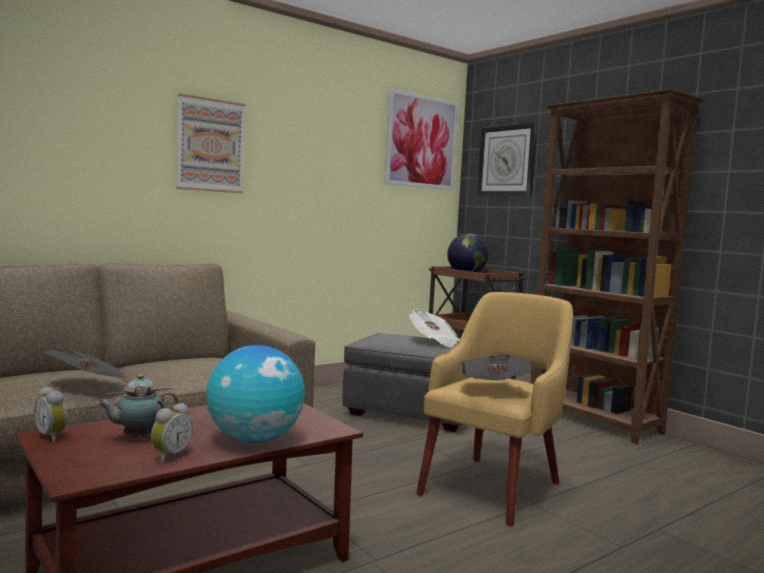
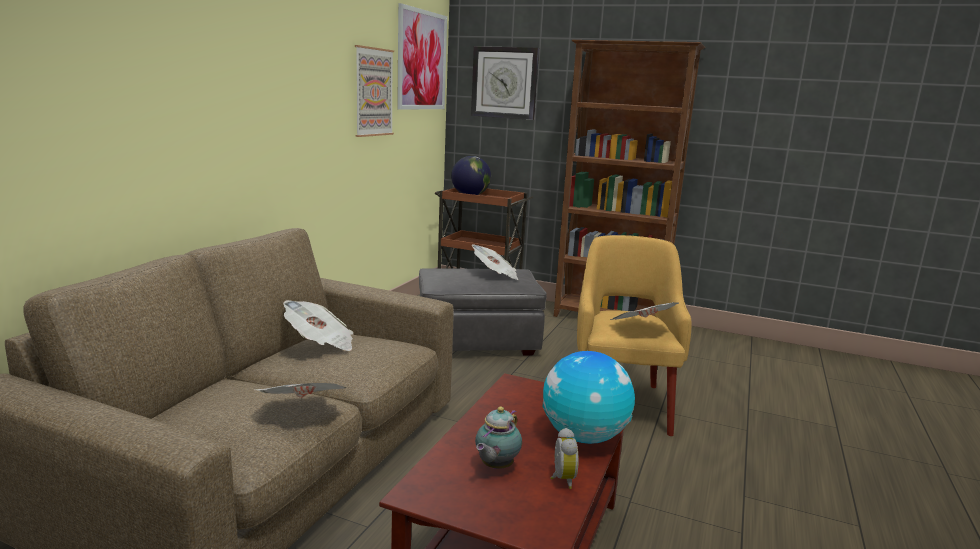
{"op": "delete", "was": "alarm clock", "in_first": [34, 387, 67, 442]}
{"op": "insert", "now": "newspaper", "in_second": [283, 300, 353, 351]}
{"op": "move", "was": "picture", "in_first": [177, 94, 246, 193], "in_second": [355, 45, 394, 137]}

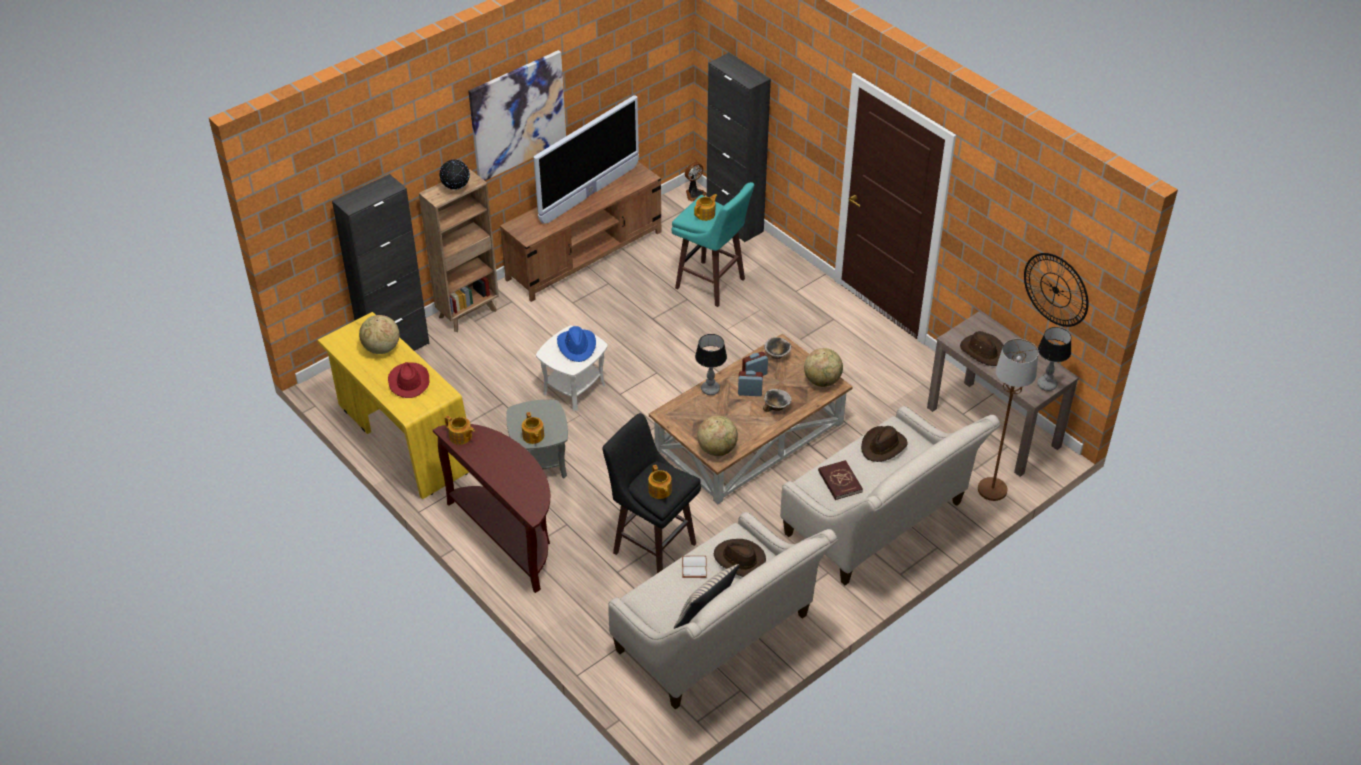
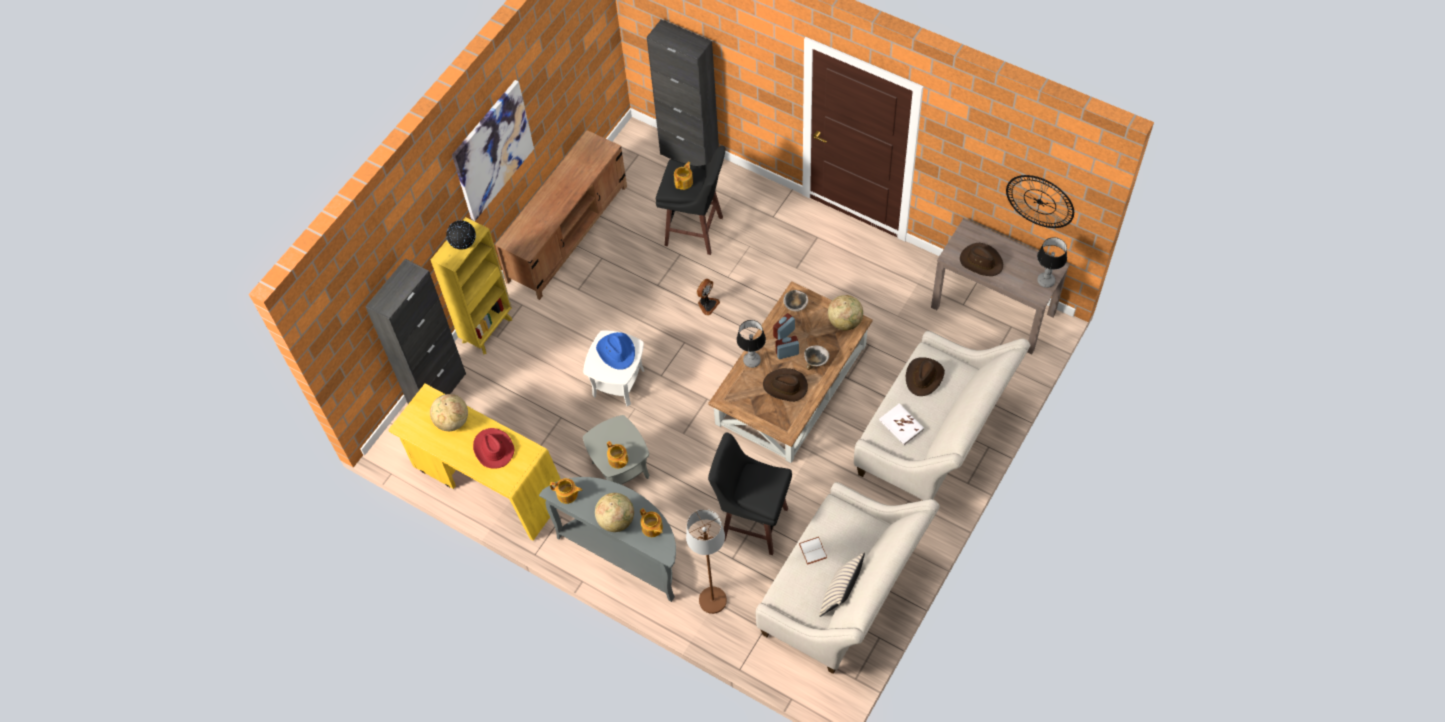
{"op": "delete", "was": "television", "in_first": [534, 95, 639, 224]}
{"op": "move", "was": "teapot", "in_first": [648, 465, 672, 499], "in_second": [640, 508, 663, 537]}
{"op": "move", "was": "fan", "in_first": [685, 162, 707, 202], "in_second": [697, 279, 720, 315]}
{"op": "move", "was": "globe", "in_first": [697, 416, 738, 456], "in_second": [595, 493, 634, 532]}
{"op": "move", "was": "brown hat", "in_first": [714, 539, 766, 577], "in_second": [763, 368, 808, 402]}
{"op": "move", "was": "brown floor lamp", "in_first": [978, 339, 1039, 501], "in_second": [686, 509, 727, 614]}
{"op": "recolor", "was": "brown bookcase", "now": "yellow bookcase", "in_first": [419, 169, 499, 332], "in_second": [431, 217, 512, 354]}
{"op": "recolor", "was": "brown console table", "now": "grey console table", "in_first": [433, 424, 550, 593], "in_second": [539, 477, 676, 602]}
{"op": "recolor", "was": "turquoise stool", "now": "black stool", "in_first": [671, 182, 754, 307], "in_second": [656, 146, 726, 255]}
{"op": "recolor", "was": "red book", "now": "white book", "in_first": [818, 460, 863, 500], "in_second": [879, 403, 924, 445]}

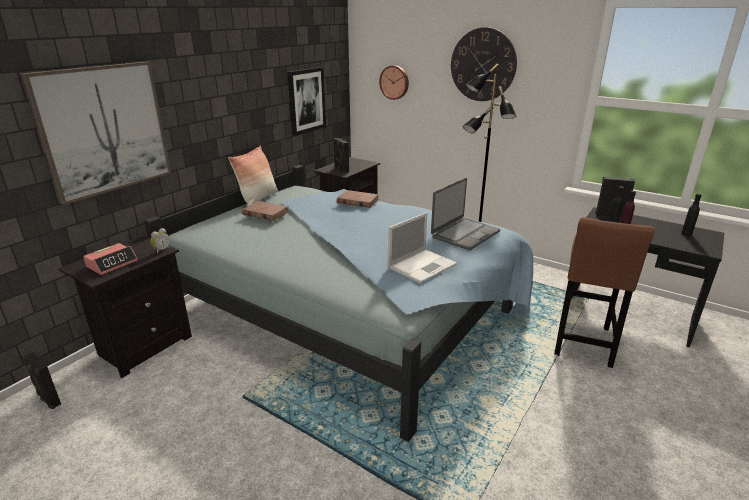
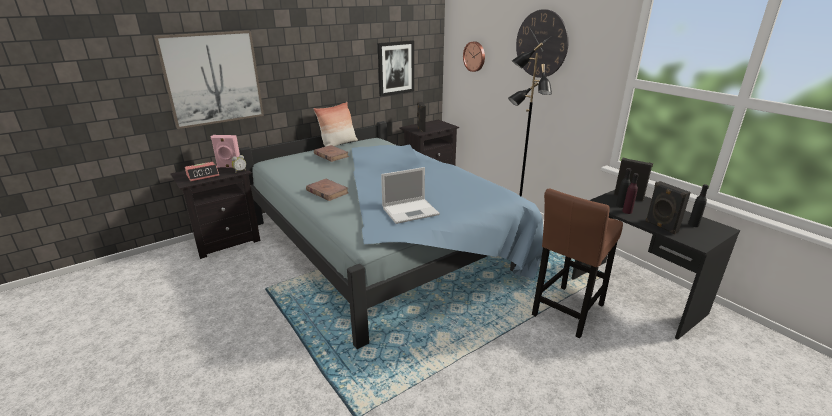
{"op": "delete", "was": "laptop", "in_first": [431, 178, 500, 250]}
{"op": "insert", "now": "pink speaker", "in_second": [210, 135, 240, 168]}
{"op": "move", "was": "black speaker", "in_first": [23, 352, 61, 409], "in_second": [646, 181, 691, 234]}
{"op": "move", "was": "brown book", "in_first": [337, 190, 379, 208], "in_second": [306, 179, 348, 201]}

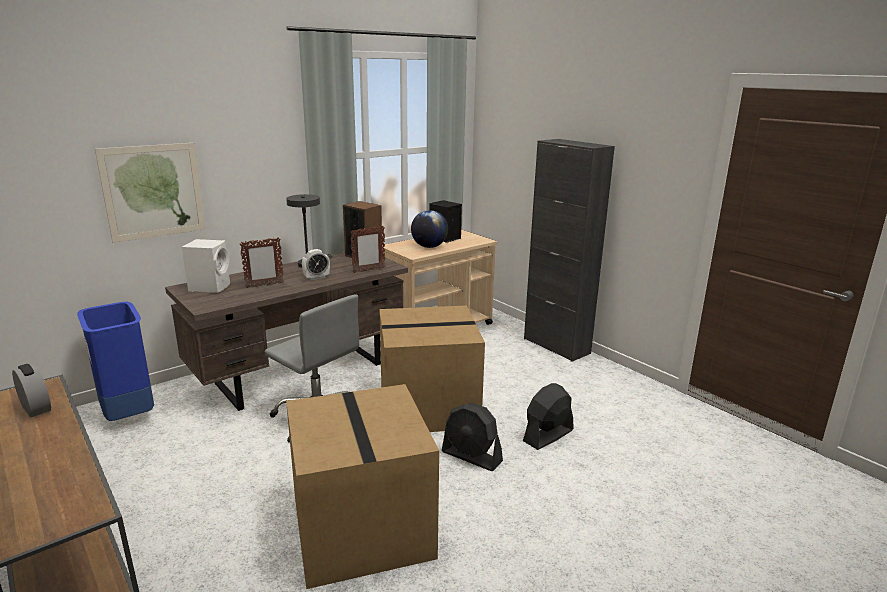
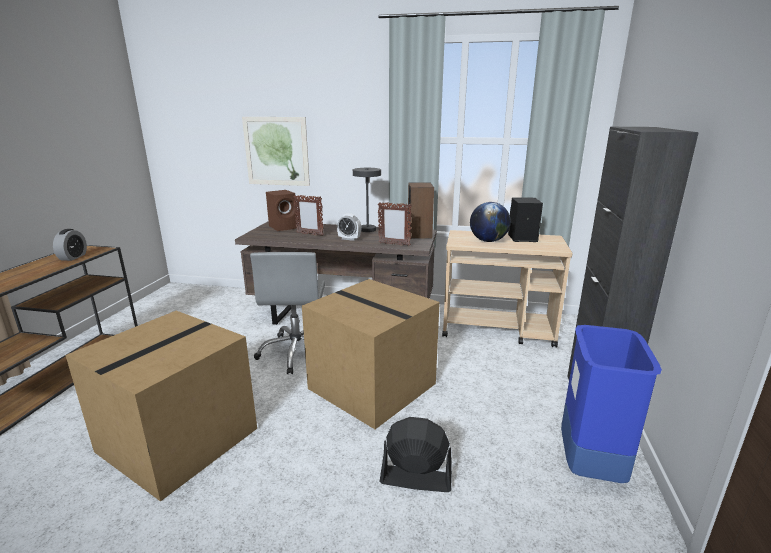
{"op": "delete", "was": "black fan", "in_first": [442, 403, 503, 471]}
{"op": "move", "was": "blue trash can", "in_first": [77, 302, 154, 421], "in_second": [561, 325, 662, 483]}
{"op": "recolor", "was": "white speaker", "now": "brown speaker", "in_first": [182, 239, 230, 293], "in_second": [266, 190, 298, 231]}

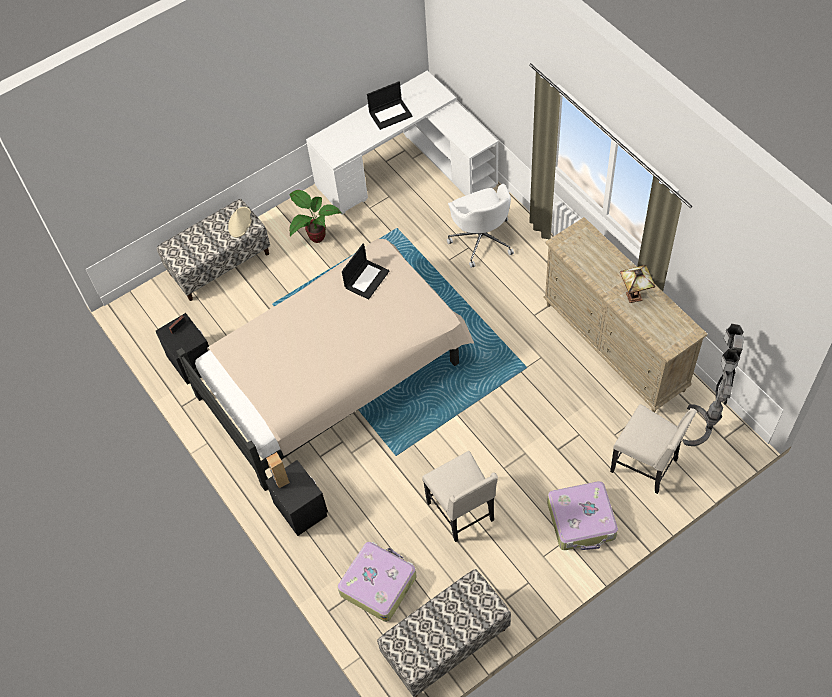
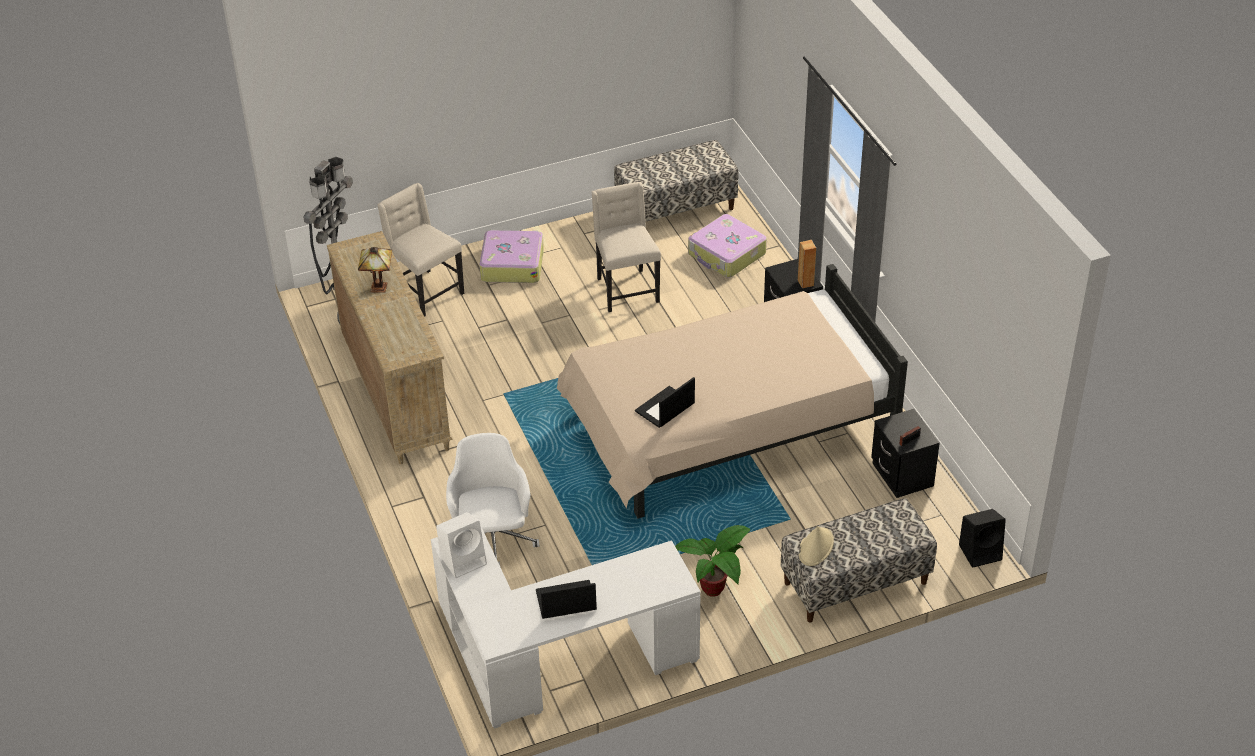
{"op": "insert", "now": "white speaker", "in_second": [436, 512, 487, 578]}
{"op": "insert", "now": "black speaker", "in_second": [959, 509, 1006, 568]}

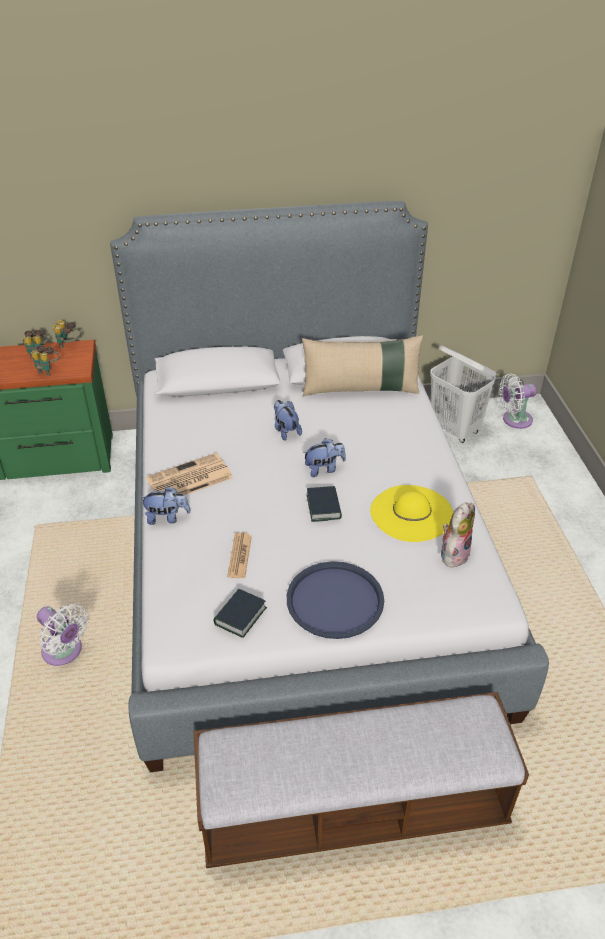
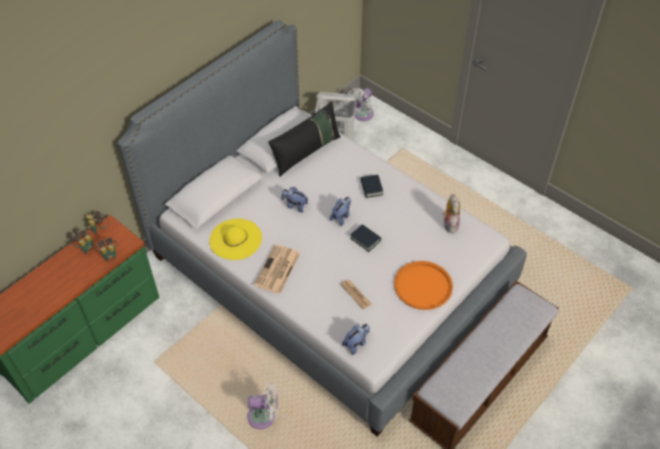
{"op": "move", "was": "plush toy", "in_first": [139, 486, 191, 525], "in_second": [342, 324, 370, 355]}
{"op": "move", "was": "book", "in_first": [214, 589, 267, 638], "in_second": [361, 175, 383, 198]}
{"op": "move", "was": "yellow hat", "in_first": [370, 485, 453, 542], "in_second": [209, 219, 262, 260]}
{"op": "recolor", "was": "blue tray", "now": "orange tray", "in_first": [287, 561, 384, 639], "in_second": [394, 261, 453, 310]}
{"op": "recolor", "was": "beige pillow", "now": "black pillow", "in_first": [302, 335, 423, 396], "in_second": [268, 101, 341, 177]}

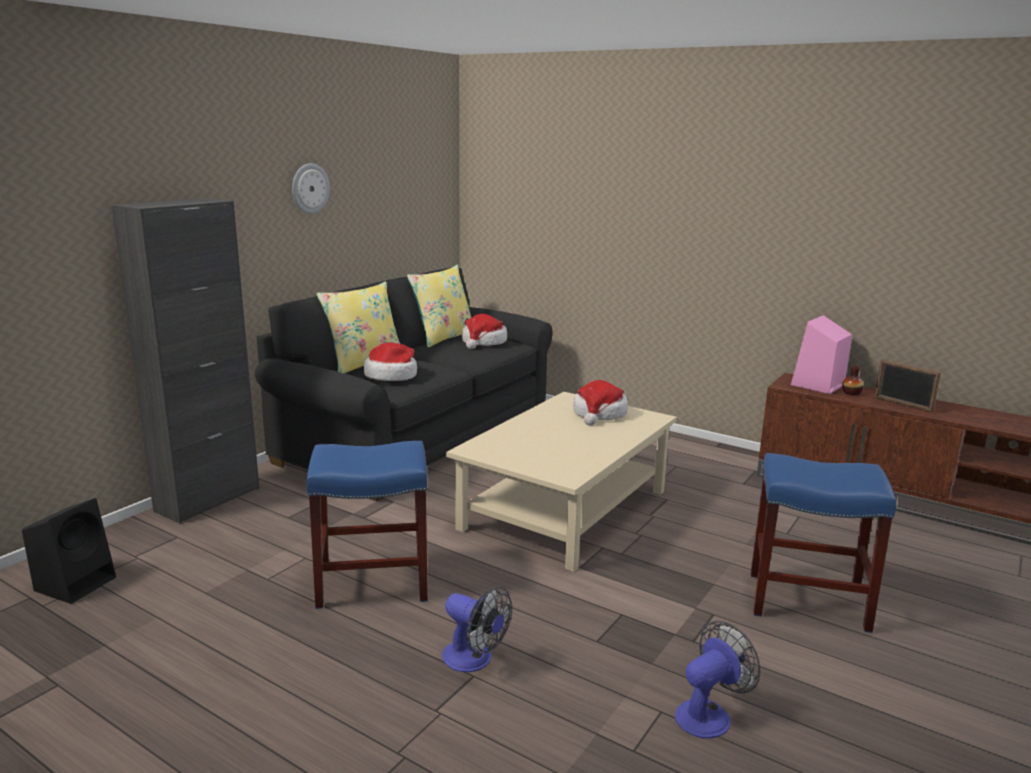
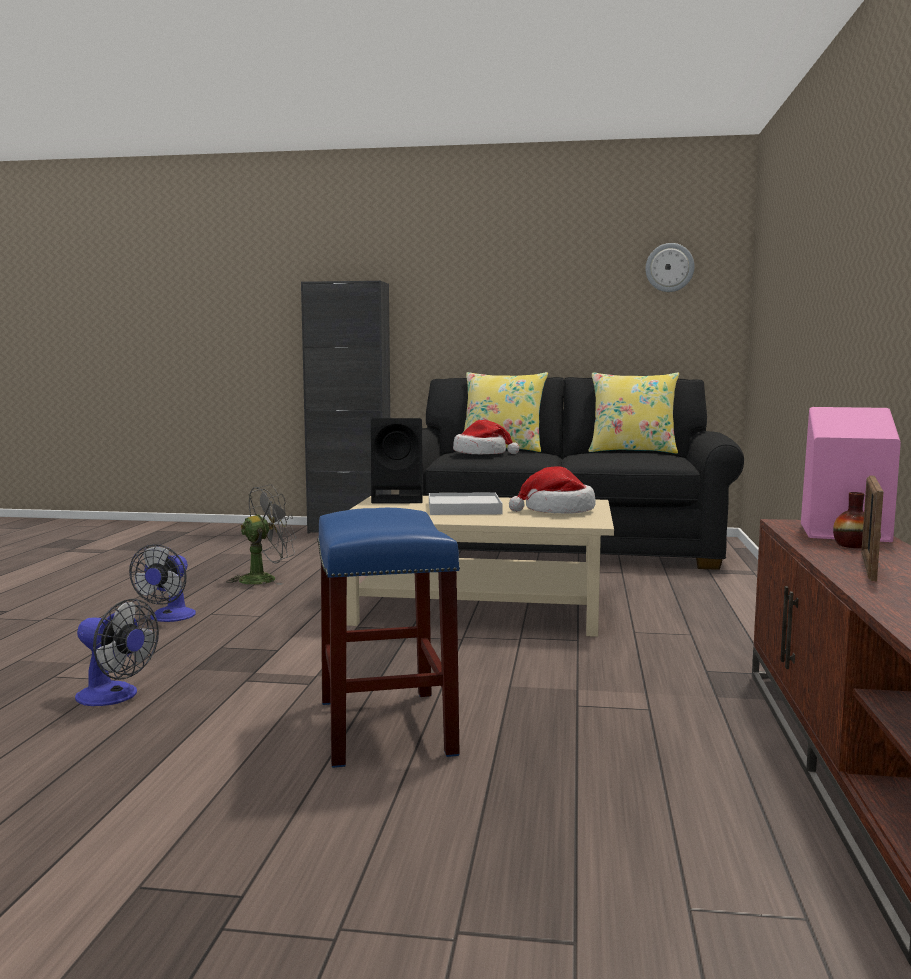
{"op": "delete", "was": "hat", "in_first": [462, 314, 507, 349]}
{"op": "insert", "now": "white tray", "in_second": [429, 492, 503, 515]}
{"op": "move", "was": "black speaker", "in_first": [22, 498, 116, 604], "in_second": [371, 418, 423, 504]}
{"op": "move", "was": "wall clock", "in_first": [292, 163, 330, 214], "in_second": [645, 243, 695, 292]}
{"op": "replace", "was": "blue stool", "now": "grey fan", "in_first": [307, 441, 428, 609], "in_second": [226, 484, 297, 585]}

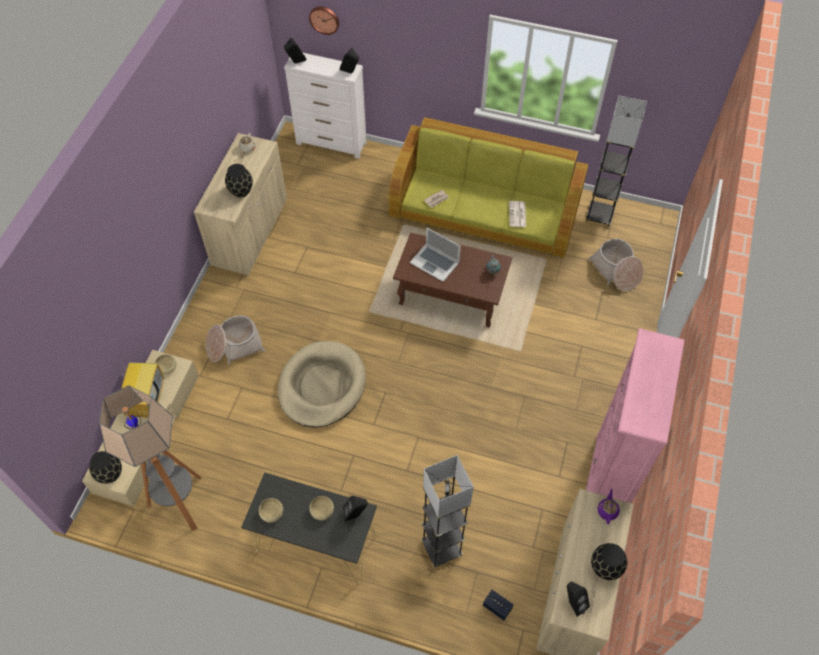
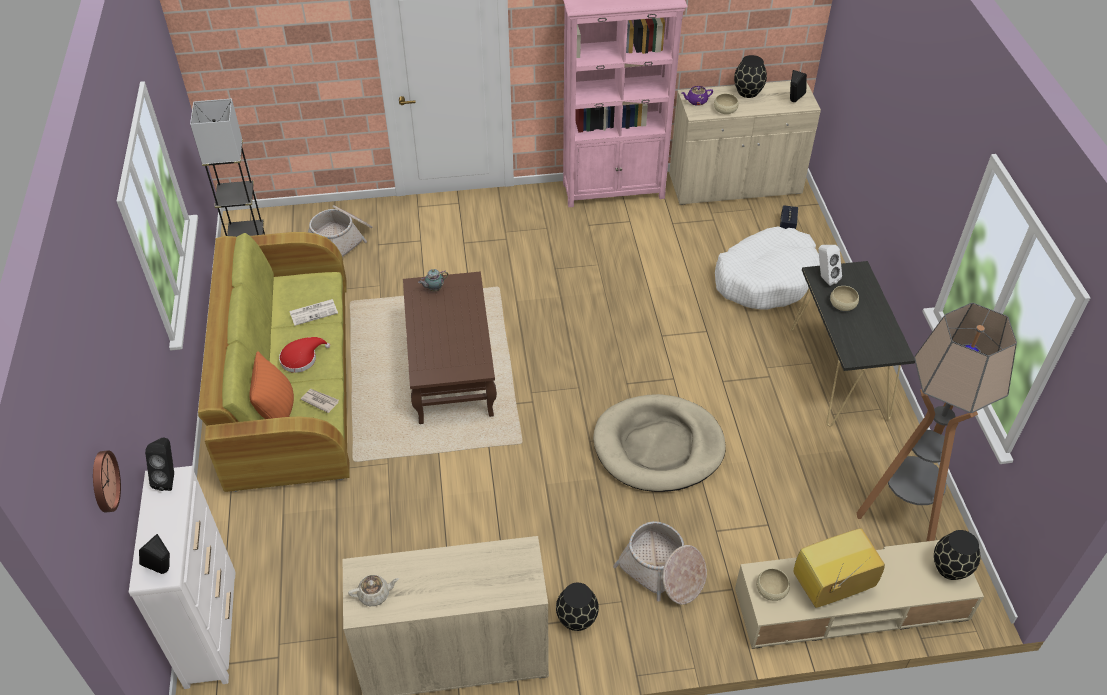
{"op": "delete", "was": "laptop", "in_first": [410, 227, 461, 282]}
{"op": "insert", "now": "orange pillow", "in_second": [249, 351, 294, 419]}
{"op": "insert", "now": "red hat", "in_second": [279, 337, 330, 373]}
{"op": "move", "was": "black vase", "in_first": [225, 164, 253, 197], "in_second": [556, 583, 599, 631]}
{"op": "move", "was": "beige bowl", "in_first": [259, 498, 283, 523], "in_second": [714, 93, 739, 114]}
{"op": "replace", "was": "grey floor lamp", "now": "white dog bed", "in_first": [421, 455, 474, 568], "in_second": [715, 226, 820, 310]}
{"op": "recolor", "was": "black speaker", "now": "white speaker", "in_first": [343, 496, 368, 522], "in_second": [818, 245, 842, 286]}

